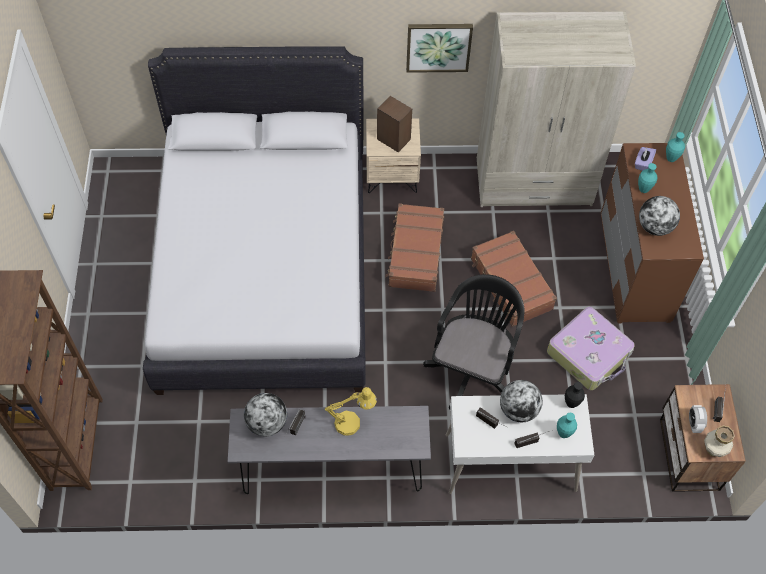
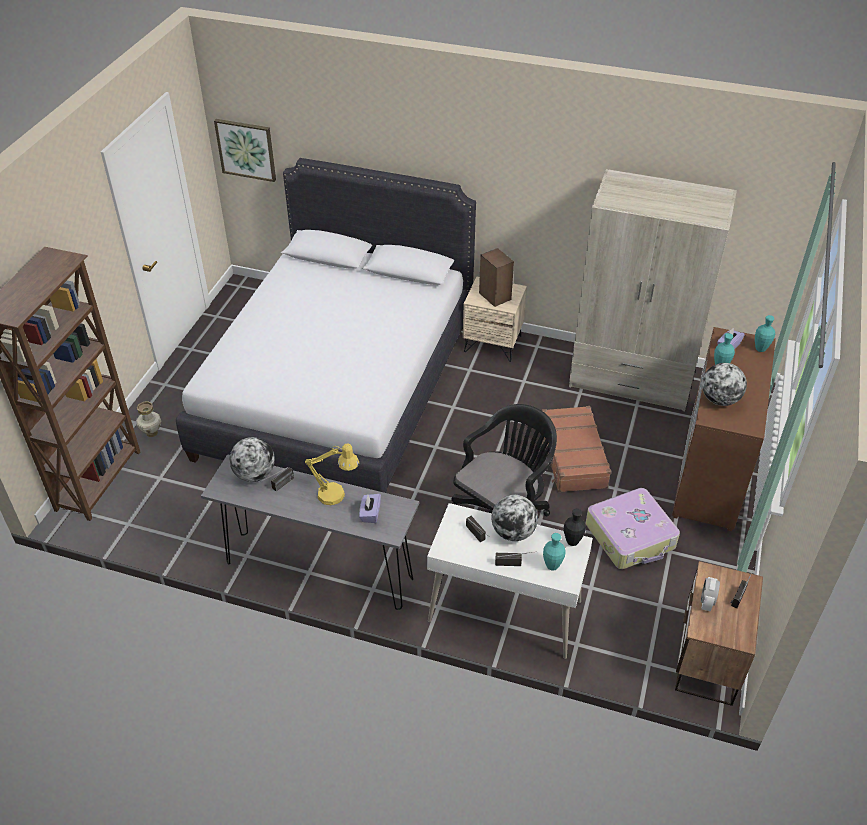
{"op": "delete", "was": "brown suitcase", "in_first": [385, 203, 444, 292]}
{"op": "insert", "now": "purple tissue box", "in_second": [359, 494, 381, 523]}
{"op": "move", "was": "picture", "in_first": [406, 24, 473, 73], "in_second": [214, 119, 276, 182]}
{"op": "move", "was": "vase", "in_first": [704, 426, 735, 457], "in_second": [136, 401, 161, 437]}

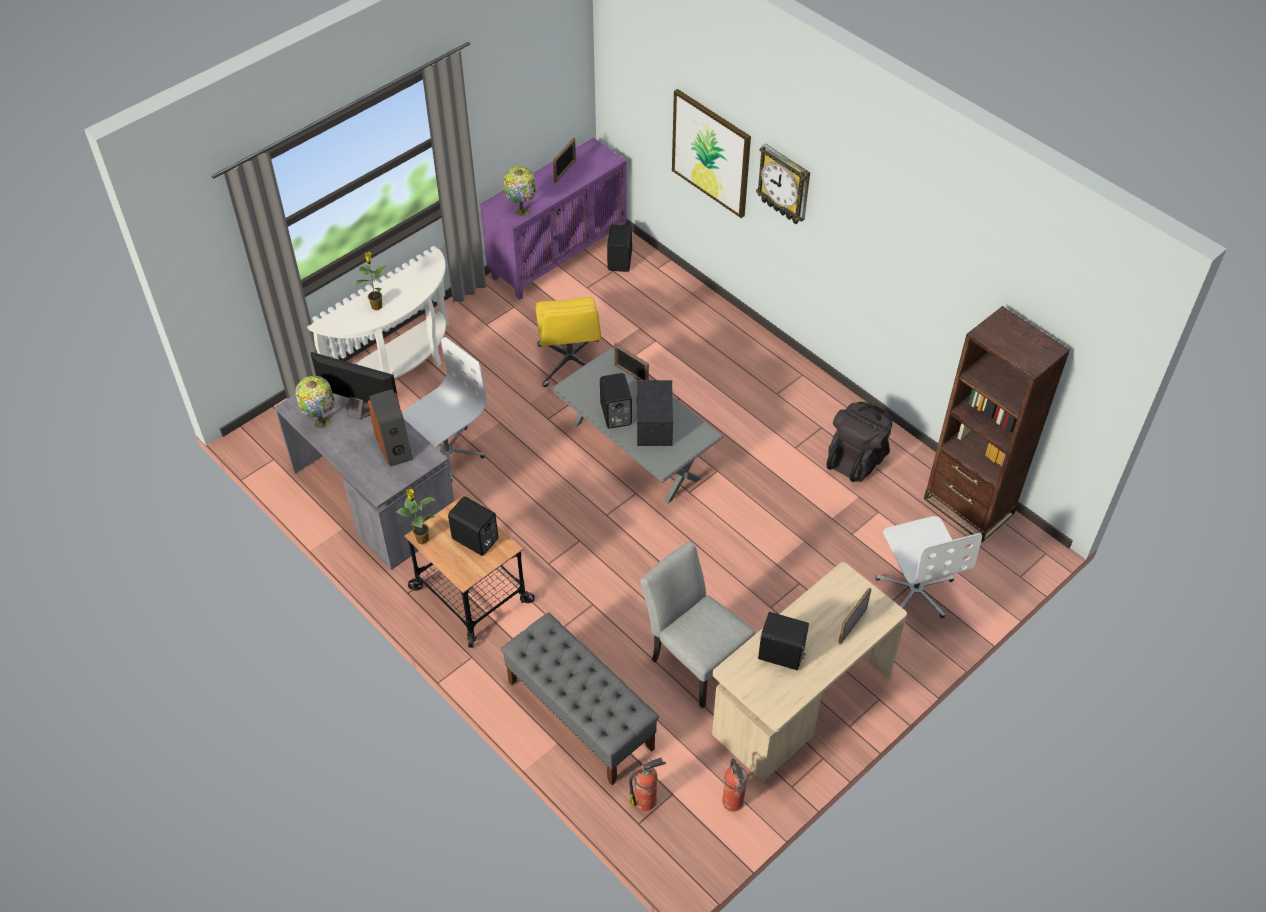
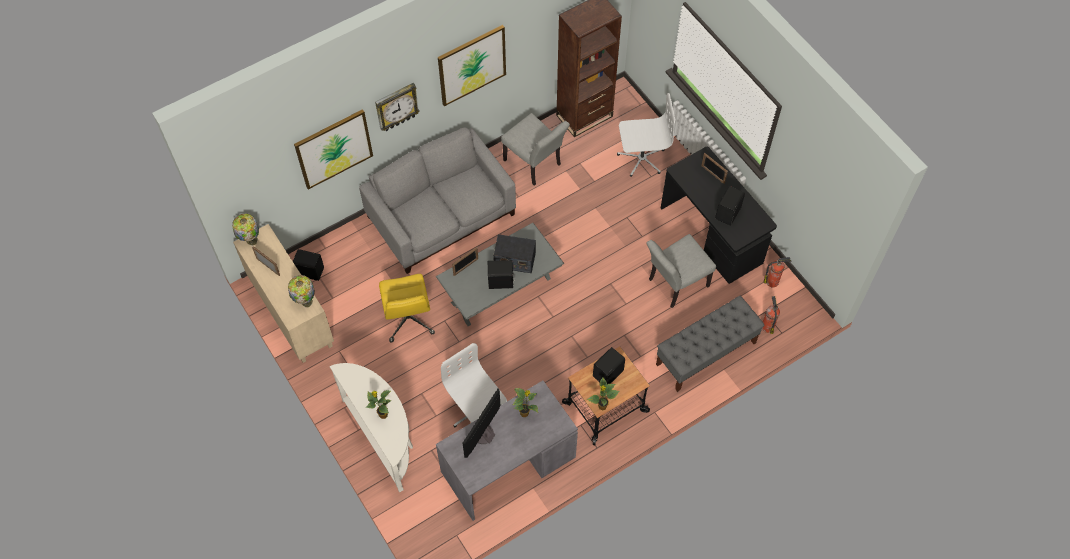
{"op": "insert", "now": "grey sofa", "in_second": [359, 127, 516, 274]}
{"op": "insert", "now": "picture", "in_second": [438, 25, 506, 106]}
{"op": "move", "was": "table lamp", "in_first": [295, 375, 335, 429], "in_second": [232, 213, 259, 245]}
{"op": "replace", "was": "speaker", "now": "potted plant", "in_first": [368, 389, 413, 467], "in_second": [513, 388, 538, 417]}
{"op": "replace", "was": "black backpack", "now": "grey chair", "in_first": [827, 402, 893, 482], "in_second": [501, 113, 570, 186]}
{"op": "recolor", "was": "purple cabinet", "now": "beige cabinet", "in_first": [480, 138, 627, 300], "in_second": [233, 224, 334, 363]}
{"op": "recolor", "was": "beige desk", "now": "black desk", "in_first": [712, 562, 907, 782], "in_second": [661, 147, 777, 284]}
{"op": "rotate", "was": "yellow office chair", "in_first": [536, 297, 601, 387], "in_second": [379, 274, 435, 342], "clockwise": 75}

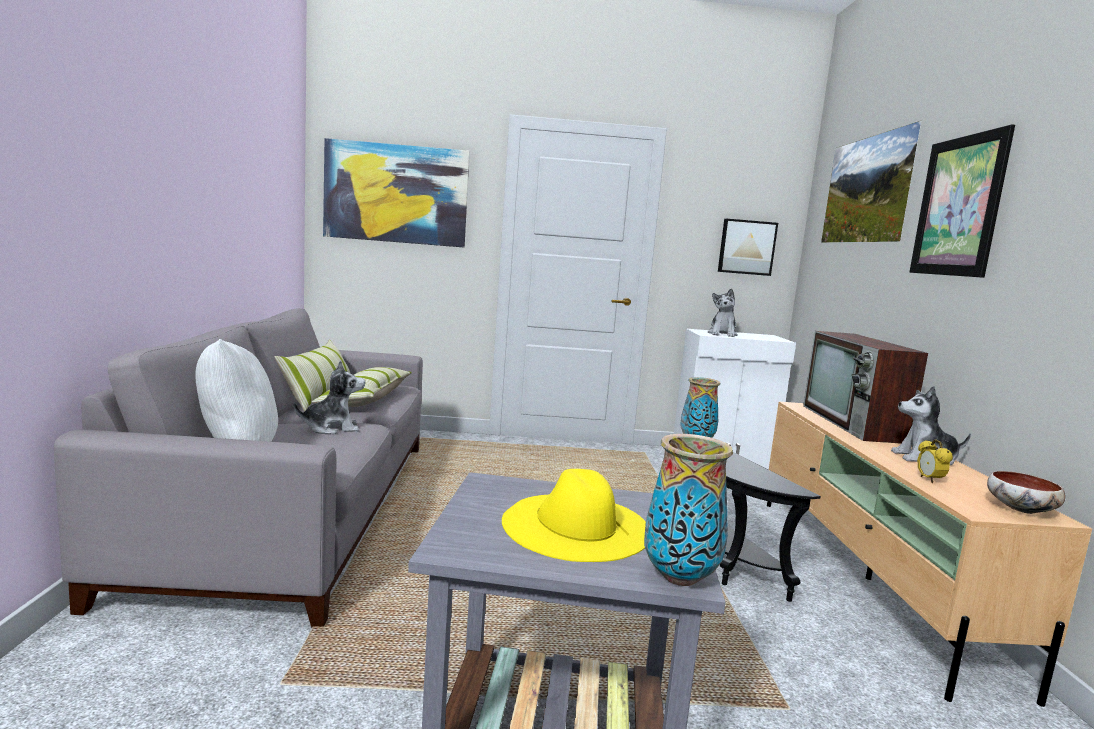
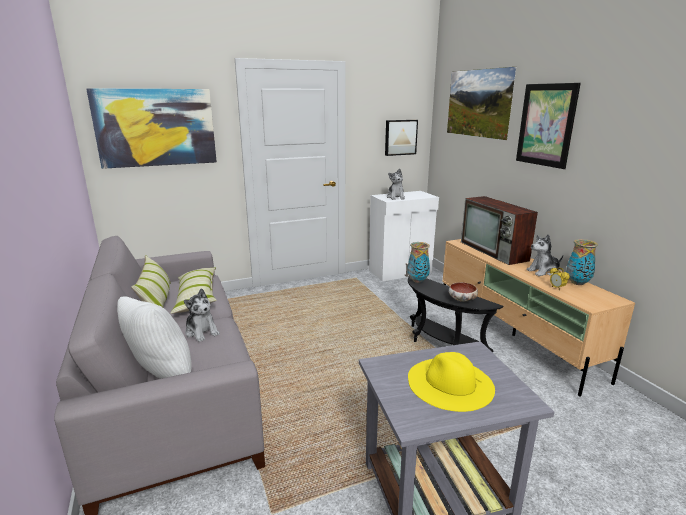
{"op": "move", "was": "vase", "in_first": [644, 434, 733, 586], "in_second": [566, 239, 598, 285]}
{"op": "move", "was": "bowl", "in_first": [987, 471, 1065, 514], "in_second": [449, 282, 478, 302]}
{"op": "rotate", "was": "plush toy", "in_first": [294, 360, 365, 435], "in_second": [184, 288, 220, 342], "clockwise": 90}

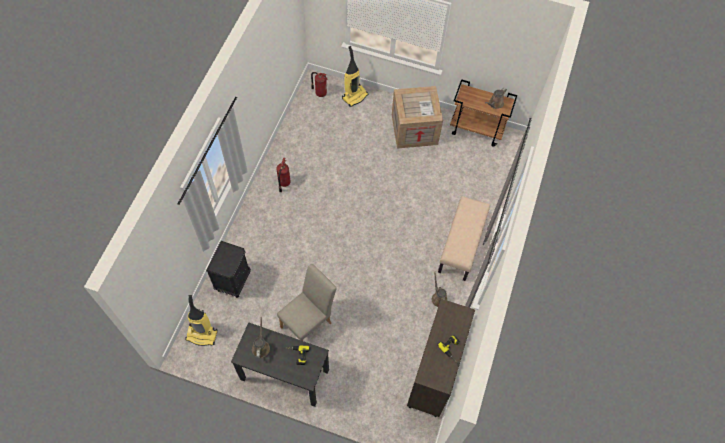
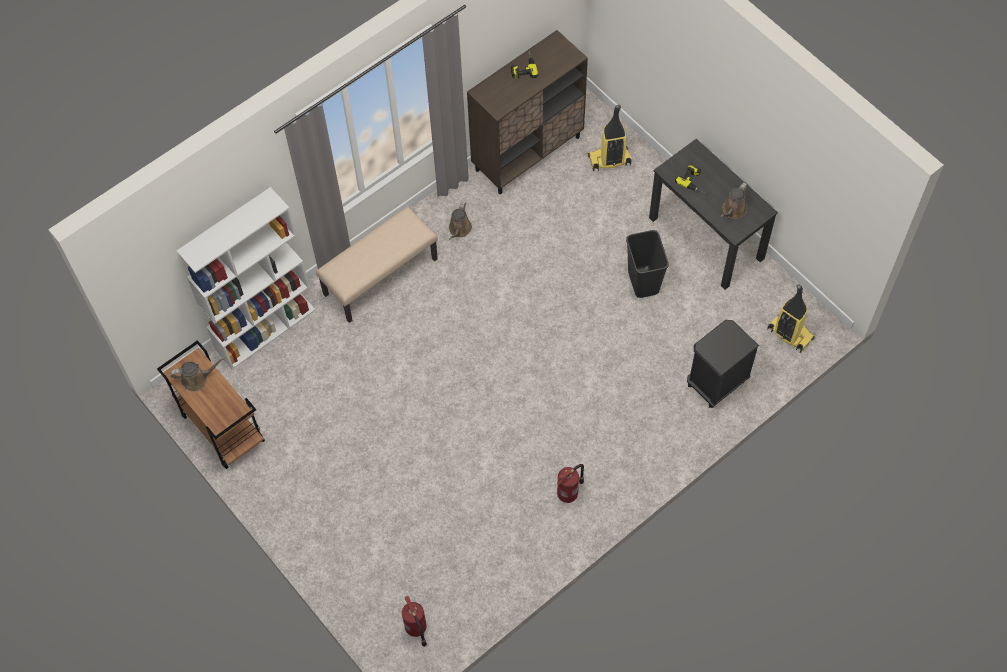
{"op": "delete", "was": "crate", "in_first": [392, 86, 443, 149]}
{"op": "insert", "now": "white bookcase", "in_second": [177, 187, 315, 369]}
{"op": "move", "was": "vacuum cleaner", "in_first": [342, 46, 368, 107], "in_second": [588, 105, 632, 171]}
{"op": "replace", "was": "beige chair", "now": "black trash can", "in_first": [277, 264, 337, 341], "in_second": [626, 230, 669, 298]}

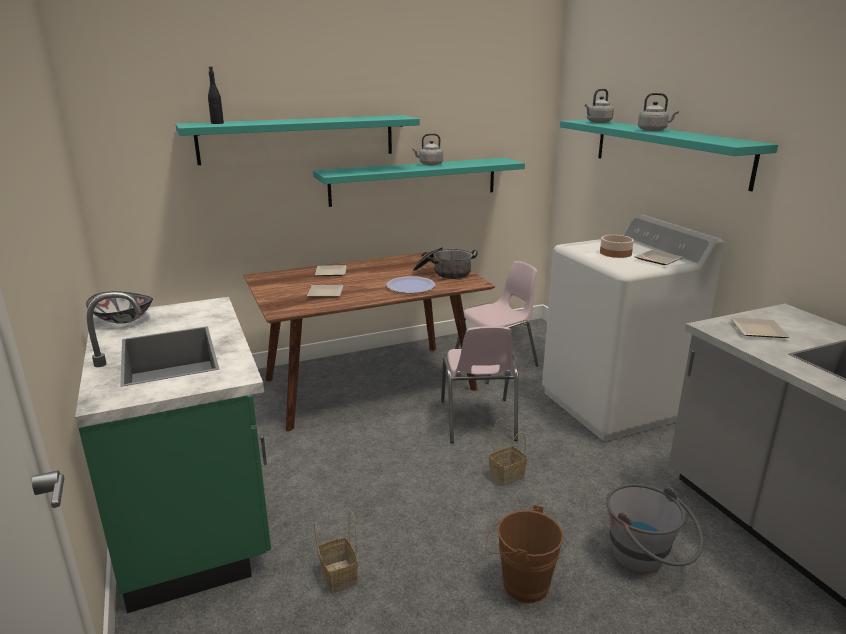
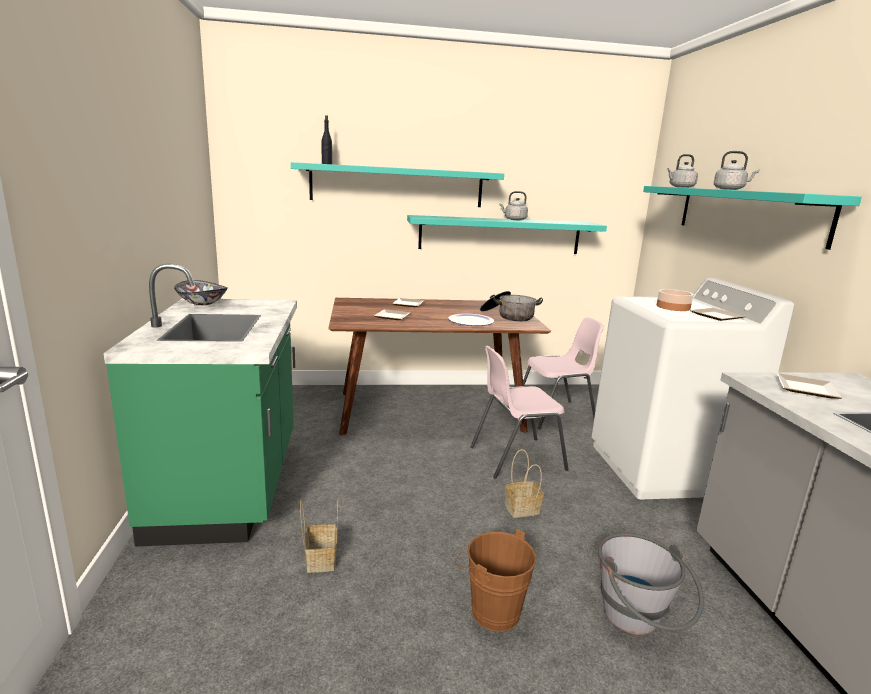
{"op": "rotate", "was": "pink chair", "in_first": [441, 326, 518, 443], "in_second": [470, 346, 569, 479], "clockwise": 60}

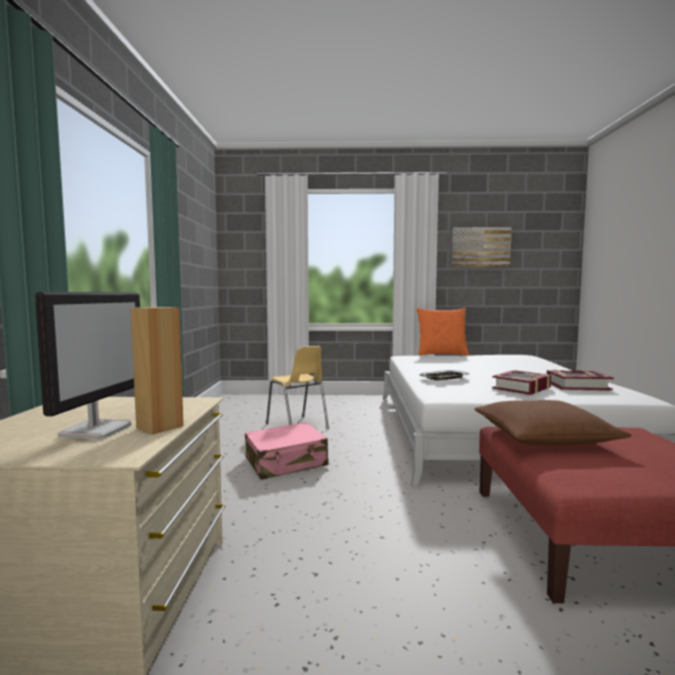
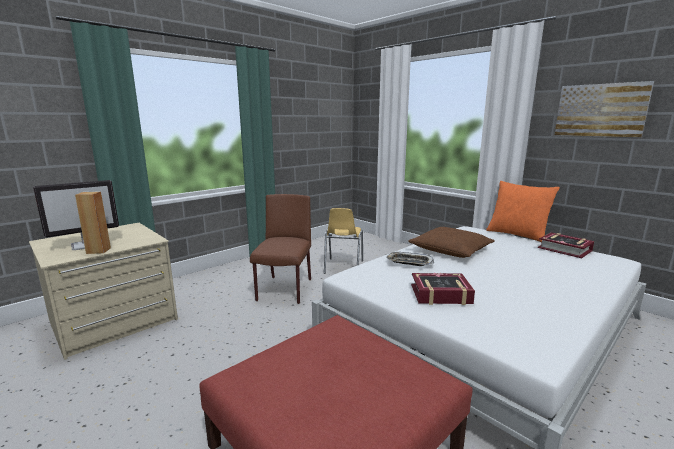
{"op": "move", "was": "brown pillow", "in_first": [474, 400, 632, 445], "in_second": [408, 227, 495, 258]}
{"op": "move", "was": "book", "in_first": [547, 370, 614, 390], "in_second": [538, 232, 594, 258]}
{"op": "replace", "was": "pink suitcase", "now": "brown chair", "in_first": [245, 422, 329, 480], "in_second": [250, 194, 311, 304]}

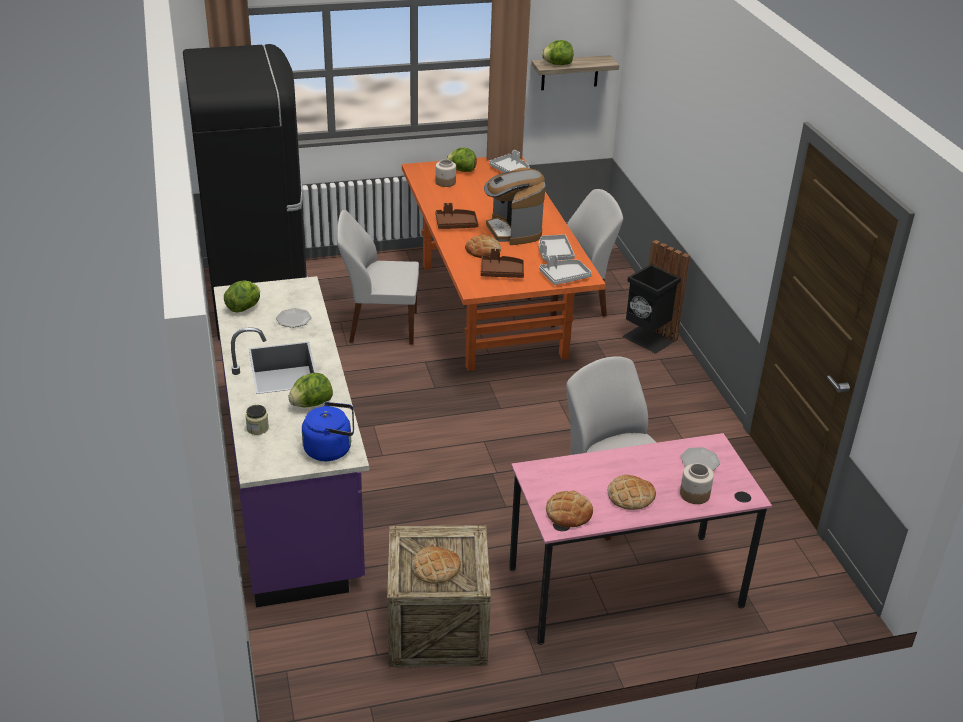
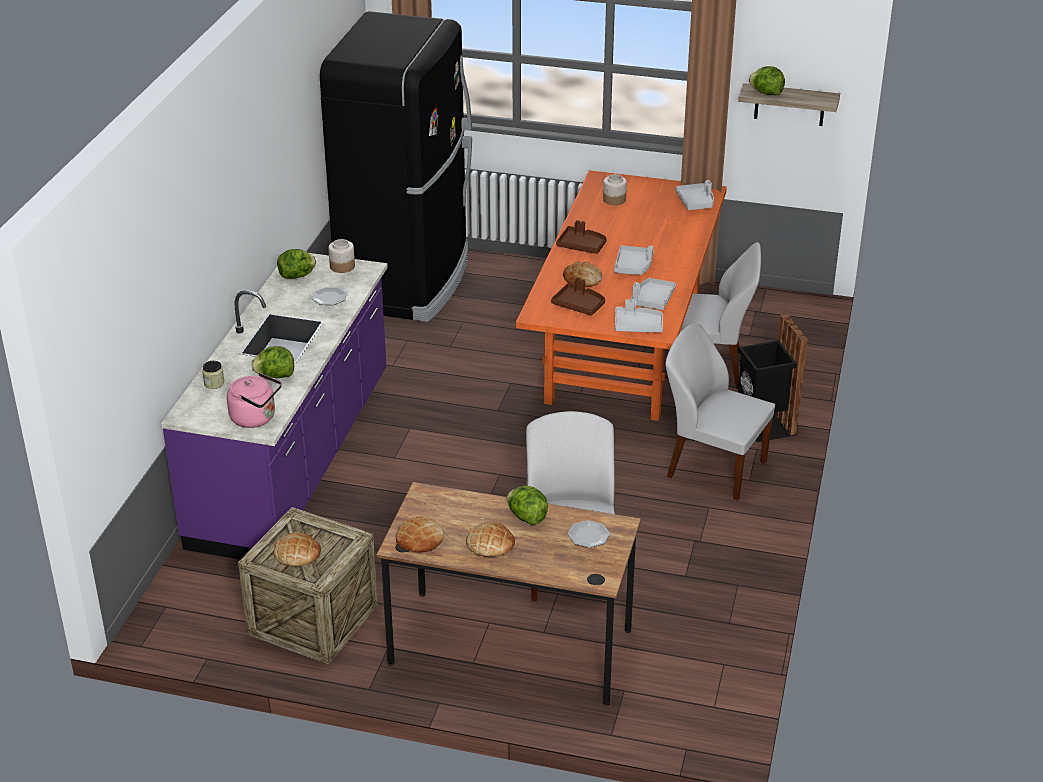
{"op": "move", "was": "white chair", "in_first": [337, 210, 419, 345], "in_second": [665, 323, 775, 501]}
{"op": "move", "was": "lettuce", "in_first": [446, 148, 477, 172], "in_second": [507, 486, 548, 525]}
{"op": "move", "was": "jar", "in_first": [680, 463, 714, 504], "in_second": [329, 239, 355, 273]}
{"op": "replace", "was": "coffee machine", "now": "grey tray", "in_first": [484, 167, 545, 245], "in_second": [614, 246, 654, 275]}
{"op": "recolor", "was": "blue kettle", "now": "pink kettle", "in_first": [302, 402, 354, 461], "in_second": [227, 373, 282, 428]}
{"op": "recolor", "was": "pink desk", "now": "brown desk", "in_first": [509, 433, 772, 645], "in_second": [376, 482, 641, 706]}

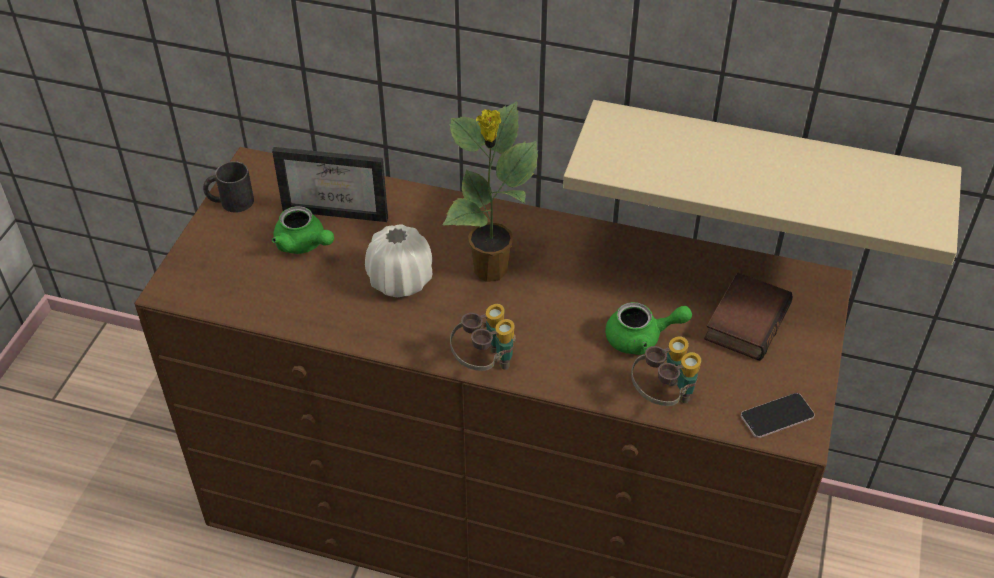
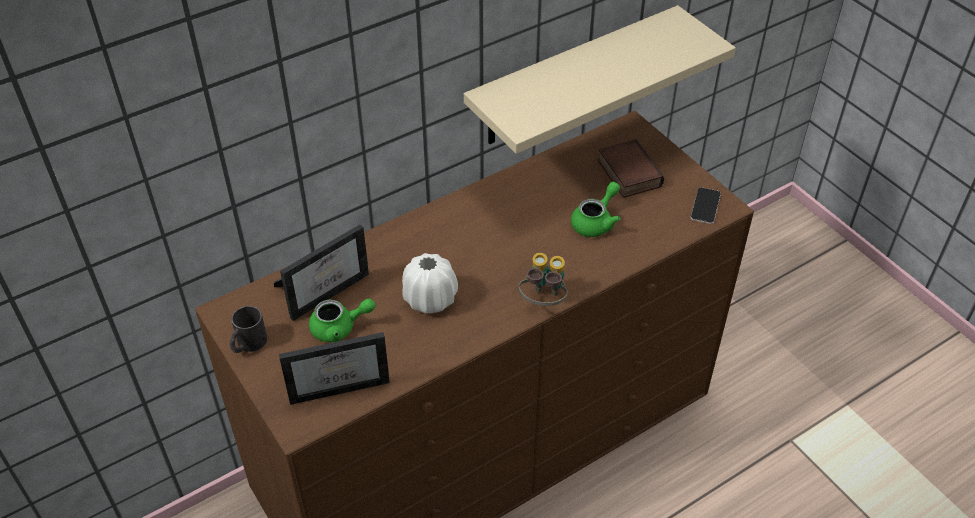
{"op": "delete", "was": "potted plant", "in_first": [442, 101, 538, 282]}
{"op": "delete", "was": "binoculars", "in_first": [631, 336, 701, 406]}
{"op": "insert", "now": "picture frame", "in_second": [279, 332, 390, 405]}

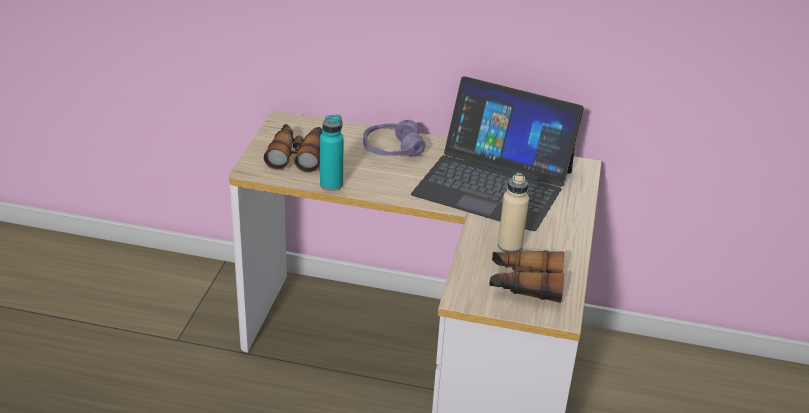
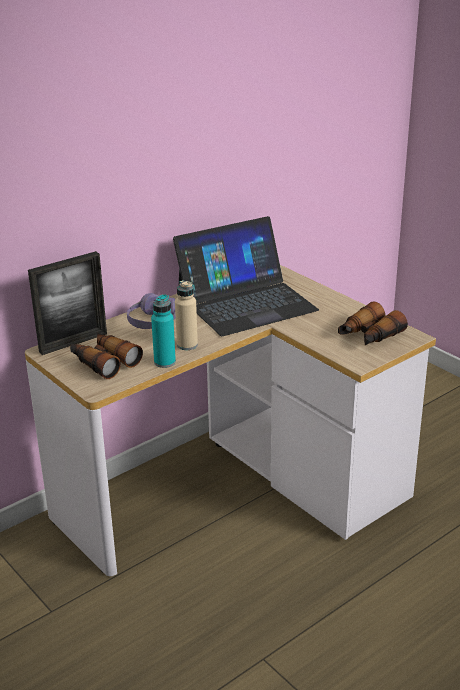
{"op": "insert", "now": "picture frame", "in_second": [28, 251, 107, 355]}
{"op": "move", "was": "beige bottle", "in_first": [498, 173, 529, 253], "in_second": [175, 280, 198, 350]}

